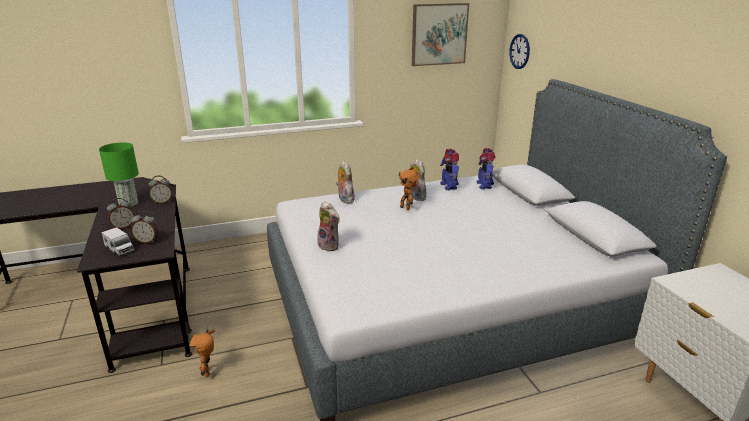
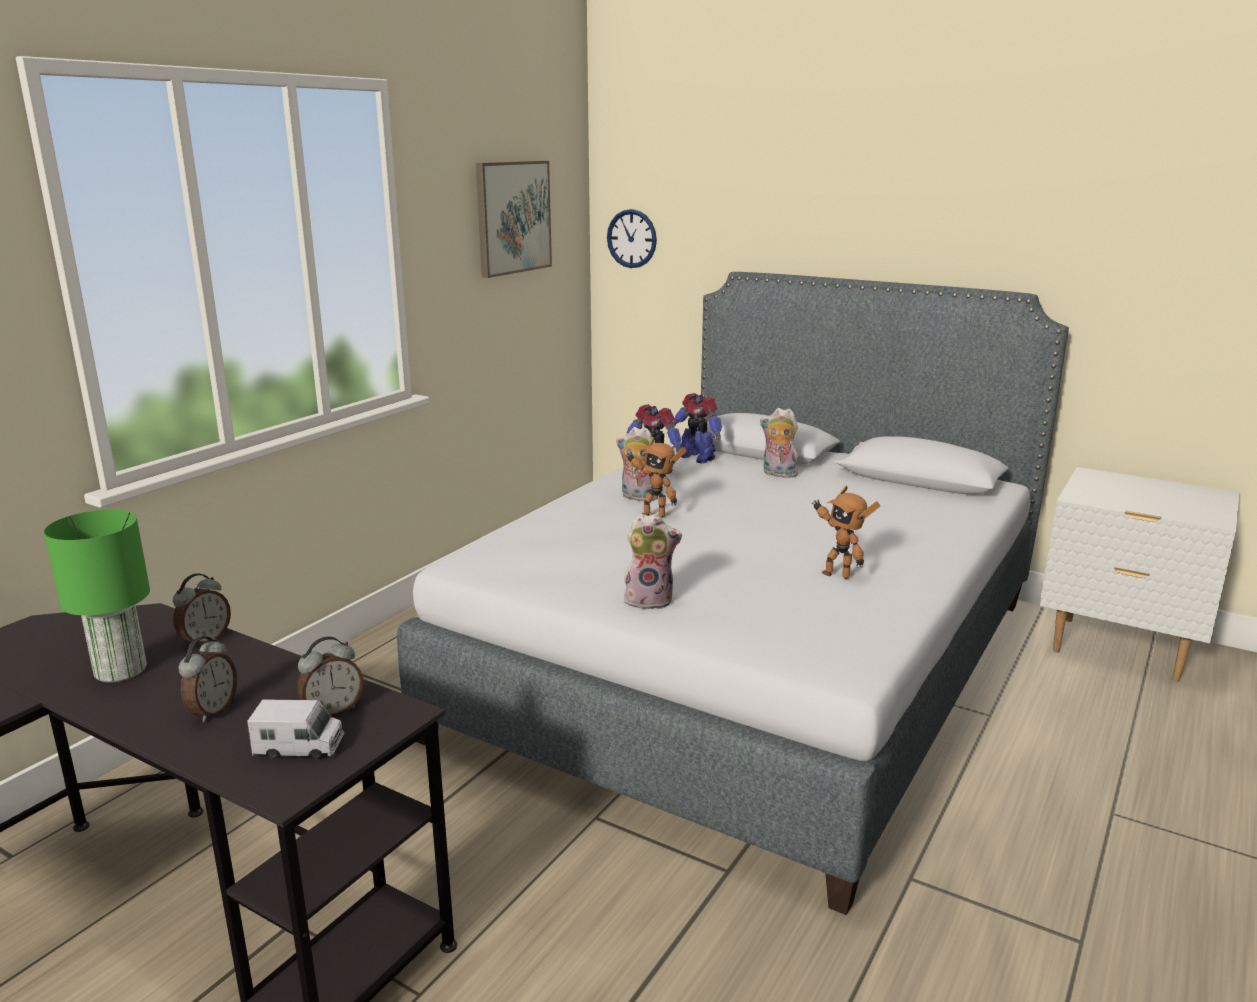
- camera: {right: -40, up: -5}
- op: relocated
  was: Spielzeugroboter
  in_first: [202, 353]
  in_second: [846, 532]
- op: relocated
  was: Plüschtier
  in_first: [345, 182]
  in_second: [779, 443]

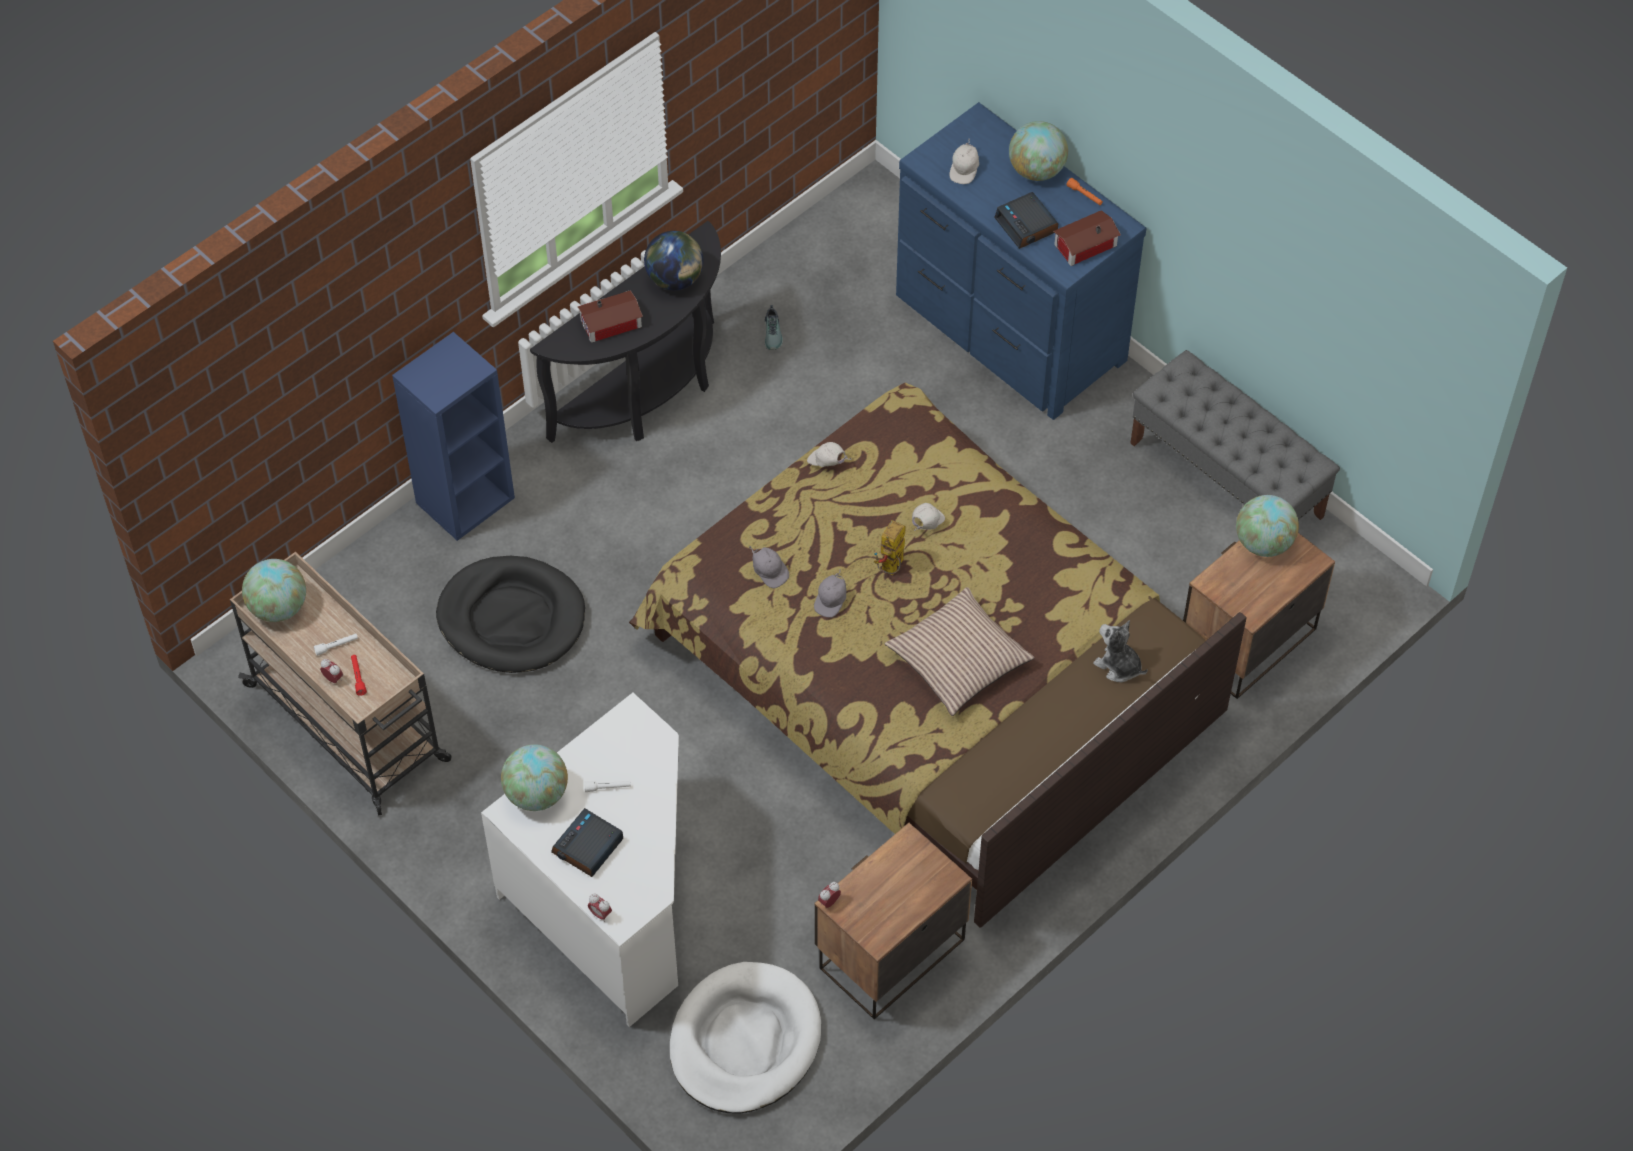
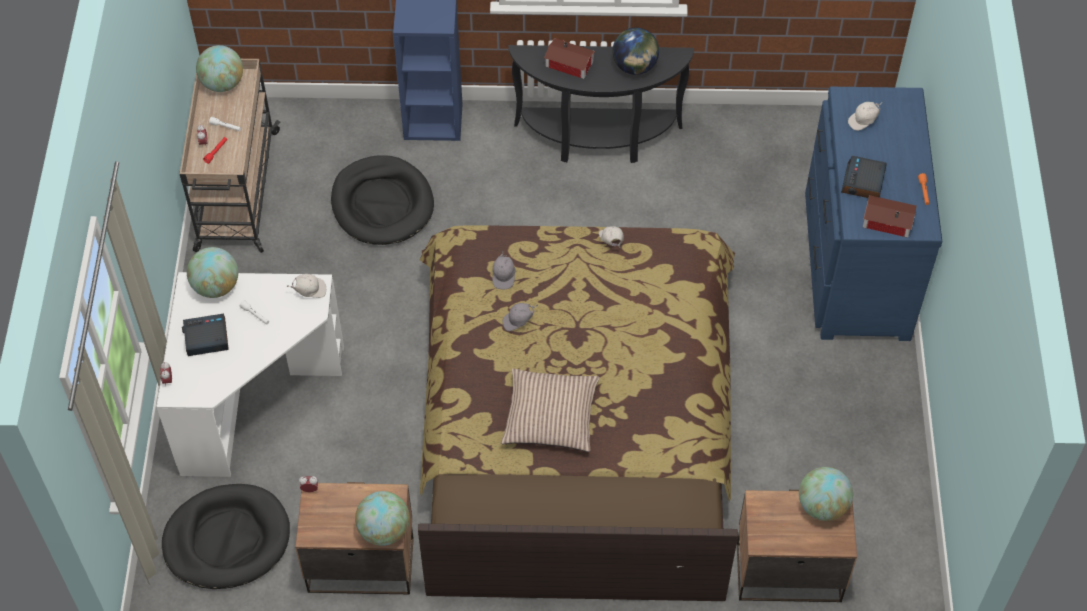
- camera: {right: 45, up: 0}
- op: colour
  was: Hundebett (weiß)
  now: Hundebett (schwarz)
  in_first: [745, 1037]
  in_second: [226, 536]
- op: missing
  was: Schuh
  in_first: [774, 327]
- op: missing
  was: Spielzeugroboter
  in_first: [890, 547]
- op: relocated
  was: Kappe (weiß)
  in_first: [928, 517]
  in_second: [306, 286]
- op: relocated
  was: Globus
  in_first: [1038, 151]
  in_second: [382, 518]
- op: missing
  was: Plüschtier
  in_first: [1120, 651]
- op: missing
  was: Bank (grau)
  in_first: [1235, 435]

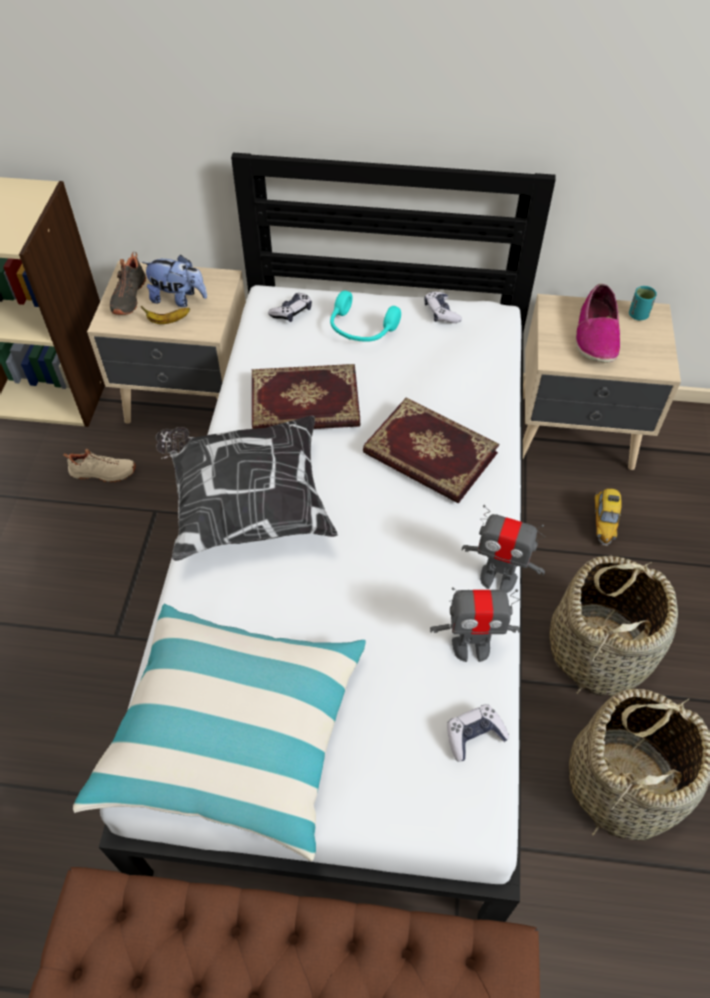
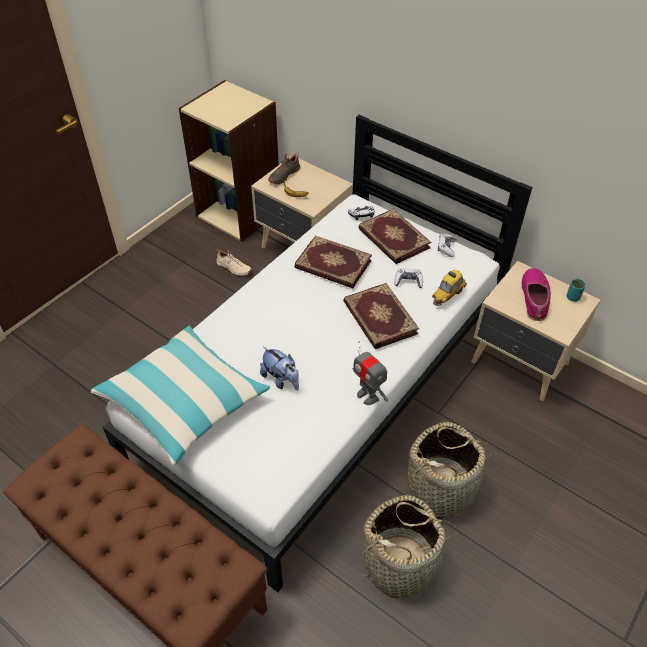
- camera: {right: 30, up: -5}
- op: relocated
  was: Plüschtier
  in_first: [174, 281]
  in_second: [279, 368]
- op: missing
  was: Kissen
  in_first: [247, 488]
- op: exchanged
  was: Kopfhörer (türkis)
  now: Buch
  in_first: [365, 316]
  in_second: [394, 236]
- op: missing
  was: Spielzeugroboter
  in_first: [475, 624]
- op: relocated
  was: Gamepad
  in_first: [478, 733]
  in_second: [408, 278]
- op: spun
  was: Schuh
  in_first: [597, 323]
  in_second: [536, 294]
  clockwise: 150
- op: relocated
  was: Spielzeugauto
  in_first: [608, 517]
  in_second: [449, 288]

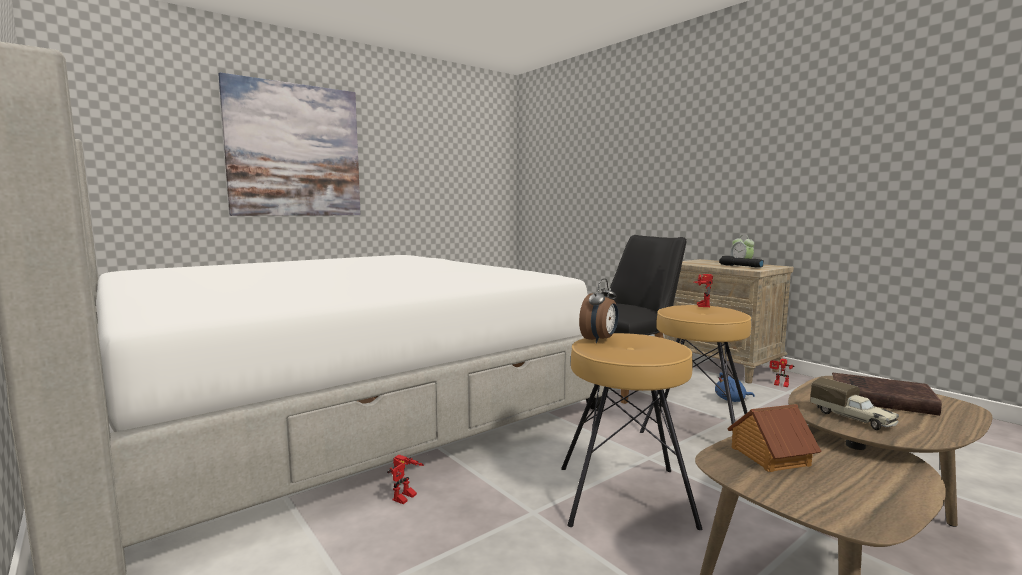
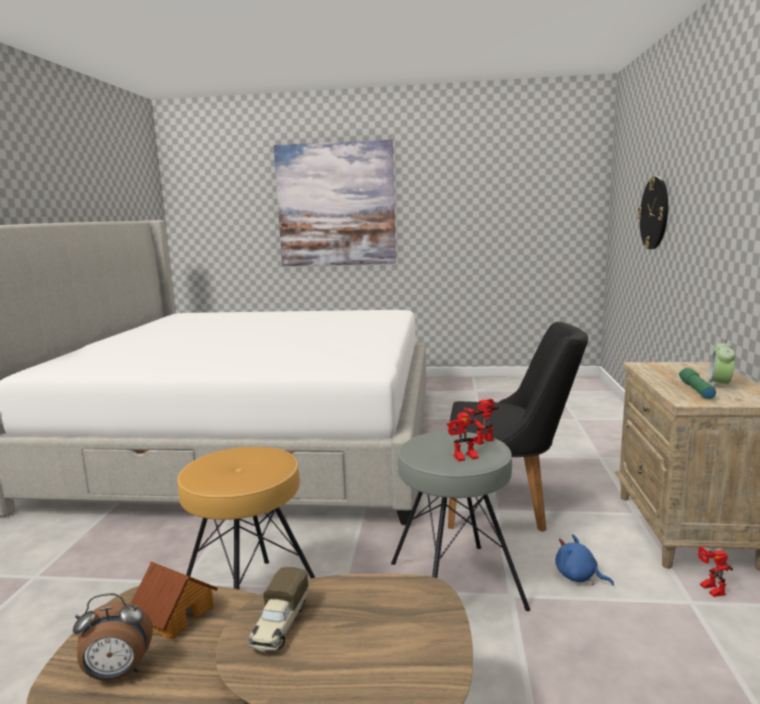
- camera: {right: 45, up: 5}
- op: relocated
  was: Spielzeugroboter
  in_first: [405, 479]
  in_second: [466, 436]
- op: relocated
  was: Wecker
  in_first: [598, 310]
  in_second: [113, 637]
- op: colour
  was: Hocker (braun)
  now: Hocker (grau)
  in_first: [695, 369]
  in_second: [460, 521]
- op: colour
  was: Taschenlampe (schwarz)
  now: Taschenlampe (grün)
  in_first: [741, 262]
  in_second: [697, 383]
- op: missing
  was: Buch (braun)
  in_first: [887, 394]
- op: appeared
  now: Wanduhr
  in_second: [652, 213]

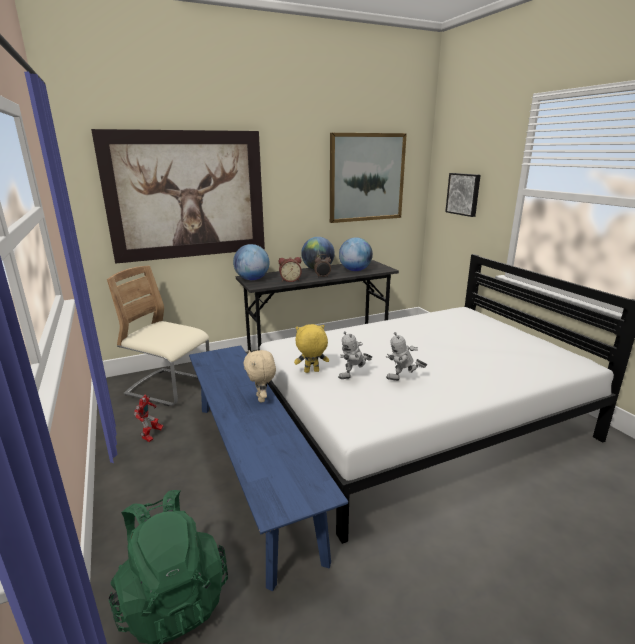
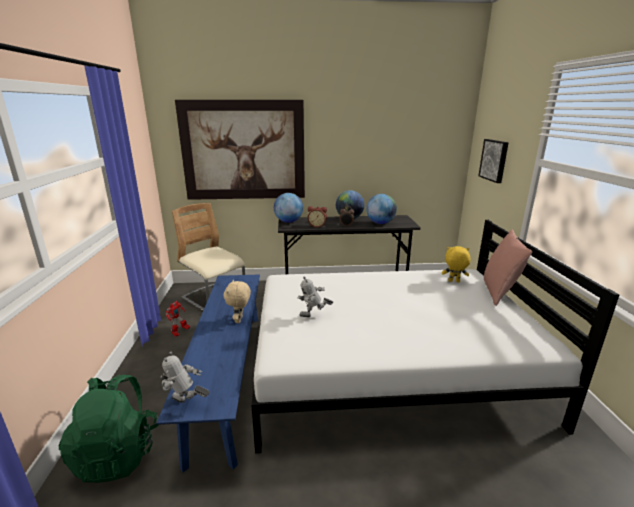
- camera: {right: 20, up: 0}
- op: relocated
  was: Plüschtier (gelb)
  in_first: [311, 348]
  in_second: [456, 264]
- op: missing
  was: Bild
  in_first: [368, 178]
- op: relocated
  was: Spielzeugroboter
  in_first: [406, 356]
  in_second: [185, 377]
- op: appeared
  now: Kissen (rosa)
  in_second: [508, 267]

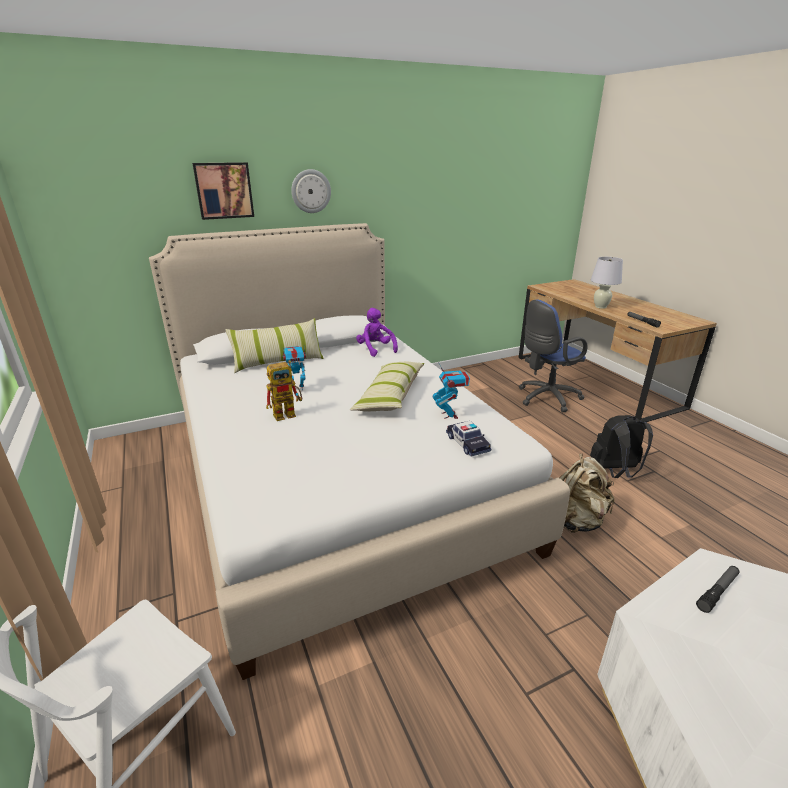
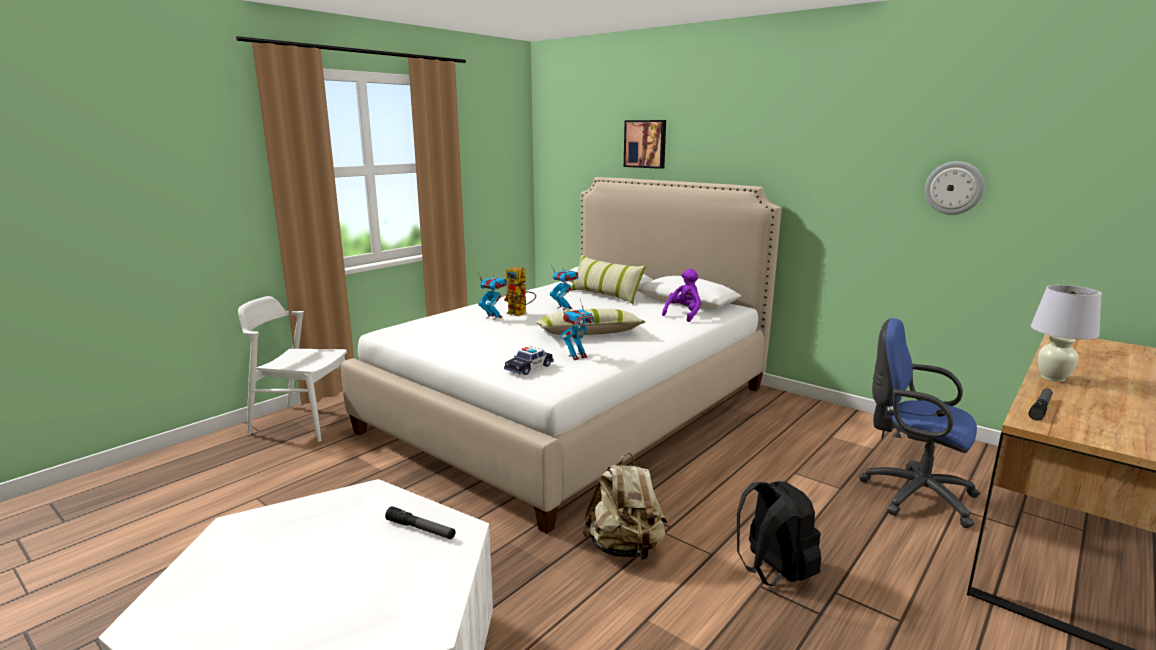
- camera: {right: 65, up: -10}
- op: relocated
  was: Wanduhr
  in_first: [311, 191]
  in_second: [954, 188]
- op: appeared
  now: Spielzeugroboter
  in_second: [492, 296]

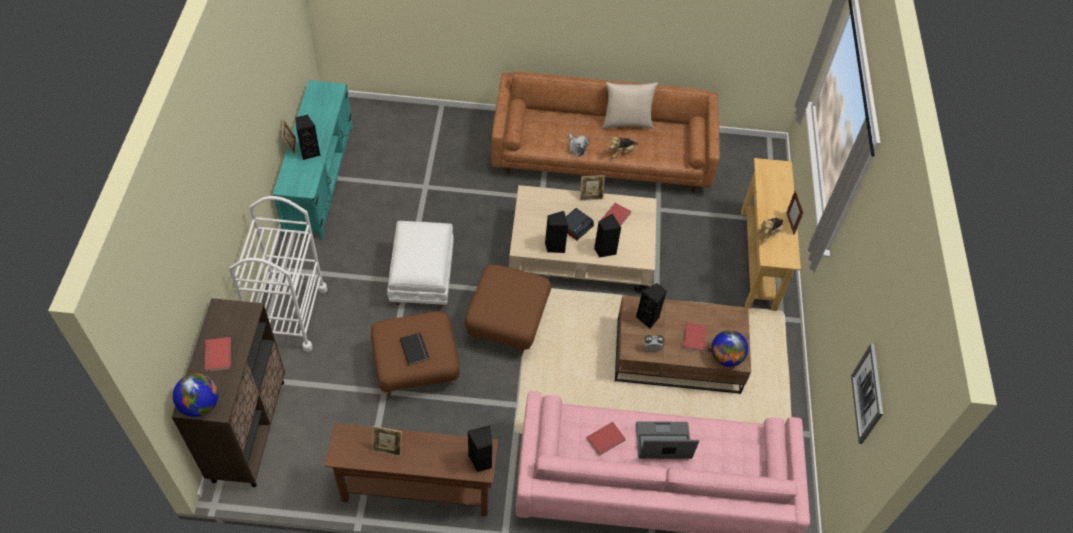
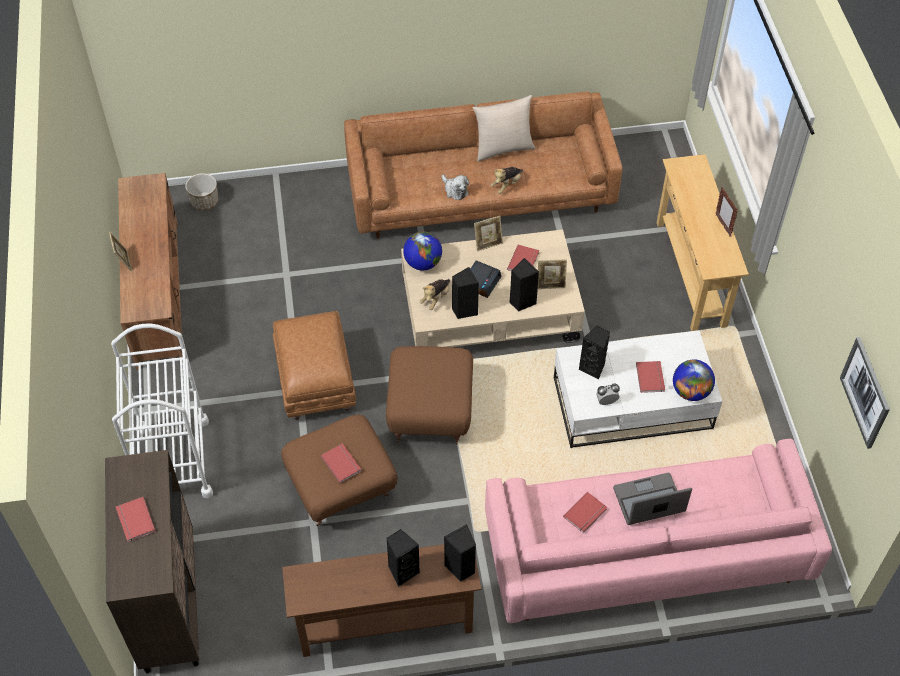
- camera: {right: -10, up: 0}
- op: relocated
  was: Globus
  in_first: [195, 395]
  in_second: [422, 251]
- op: colour
  was: Fernsehschrank (türkis)
  now: Fernsehschrank (braun)
  in_first: [313, 160]
  in_second: [150, 271]
- op: relocated
  was: Lautsprecher (schwarz)
  in_first: [308, 137]
  in_second: [403, 558]
- op: relocated
  was: Bilderrahmen
  in_first: [387, 441]
  in_second: [552, 274]
- op: colour
  was: Polsterhocker (weiß)
  now: Polsterhocker (braun)
  in_first: [420, 264]
  in_second: [314, 365]
- op: colour
  was: Buch (schwarz)
  now: Buch (rot)
  in_first: [414, 348]
  in_second: [341, 463]
- op: colour
  was: Couchtisch (braun)
  now: Couchtisch (weiß)
  in_first: [683, 344]
  in_second: [638, 389]
- op: relocated
  was: Plüschtier
  in_first: [769, 230]
  in_second: [435, 294]
- op: appeared
  now: Pflanzkübel
  in_second: [201, 192]

